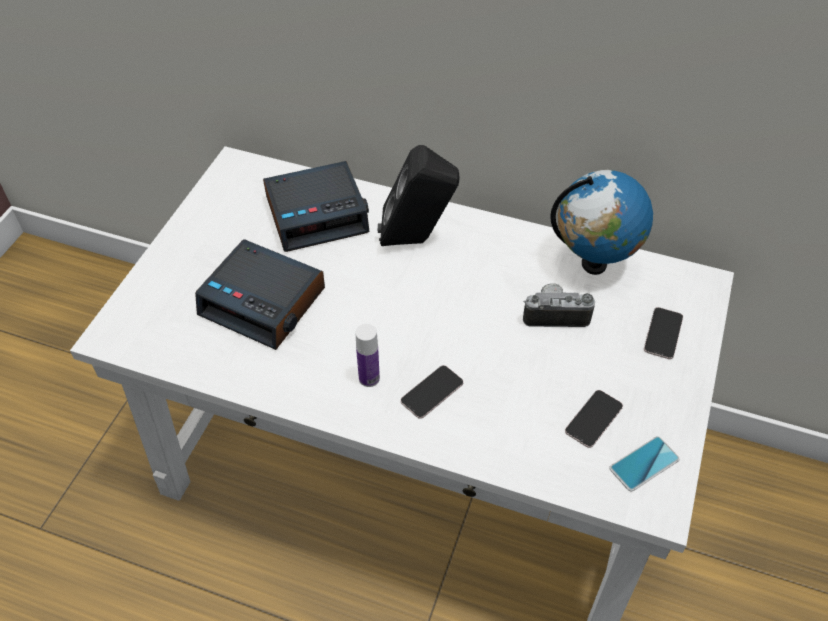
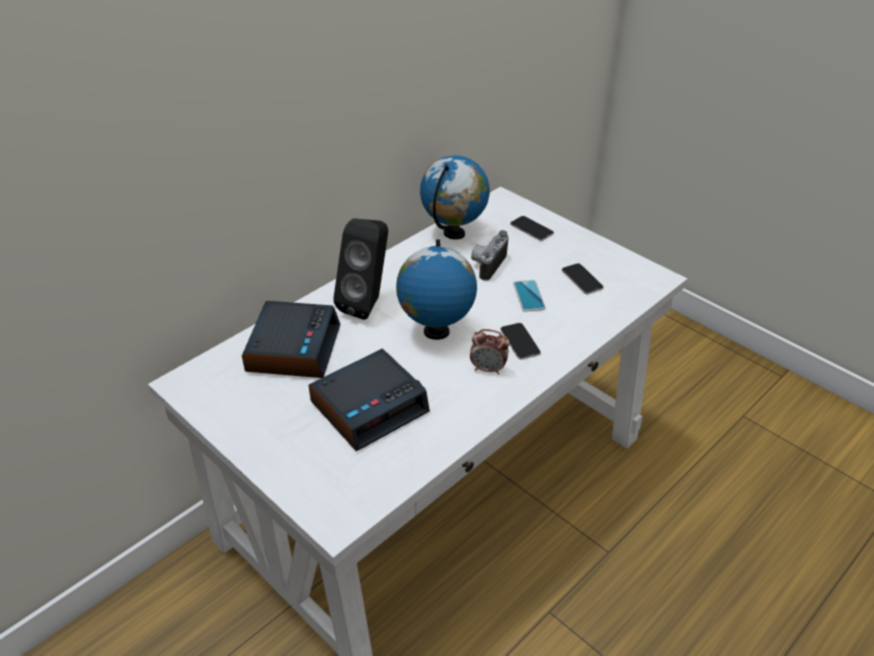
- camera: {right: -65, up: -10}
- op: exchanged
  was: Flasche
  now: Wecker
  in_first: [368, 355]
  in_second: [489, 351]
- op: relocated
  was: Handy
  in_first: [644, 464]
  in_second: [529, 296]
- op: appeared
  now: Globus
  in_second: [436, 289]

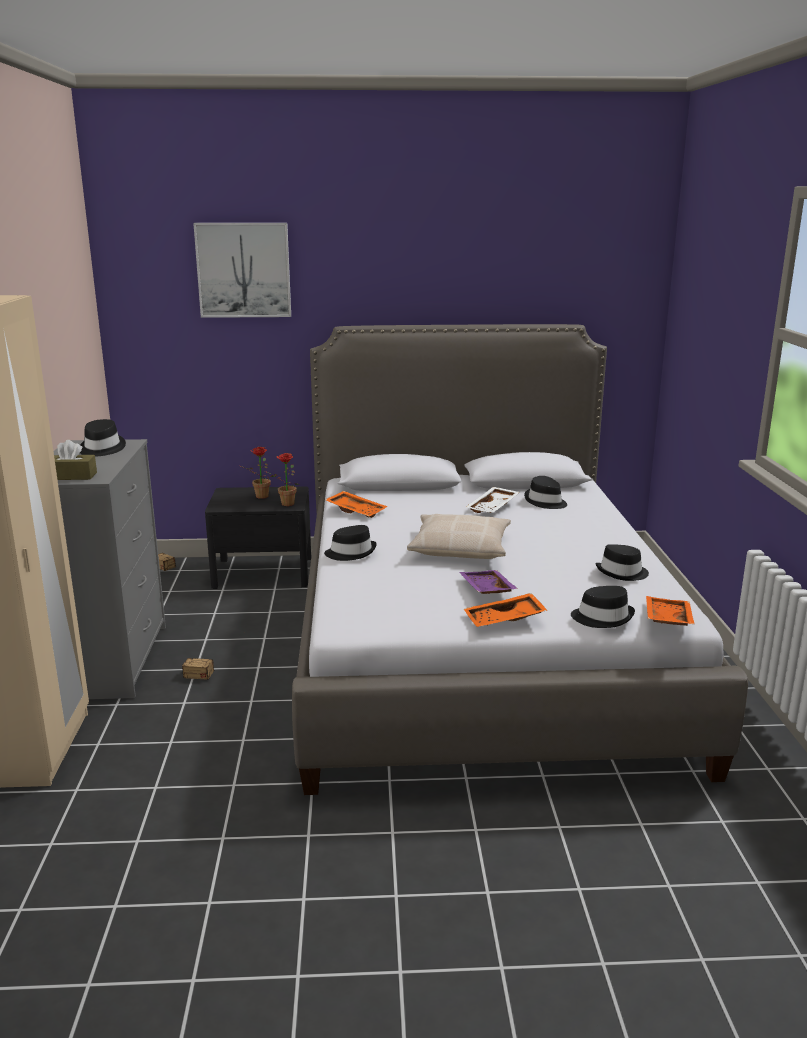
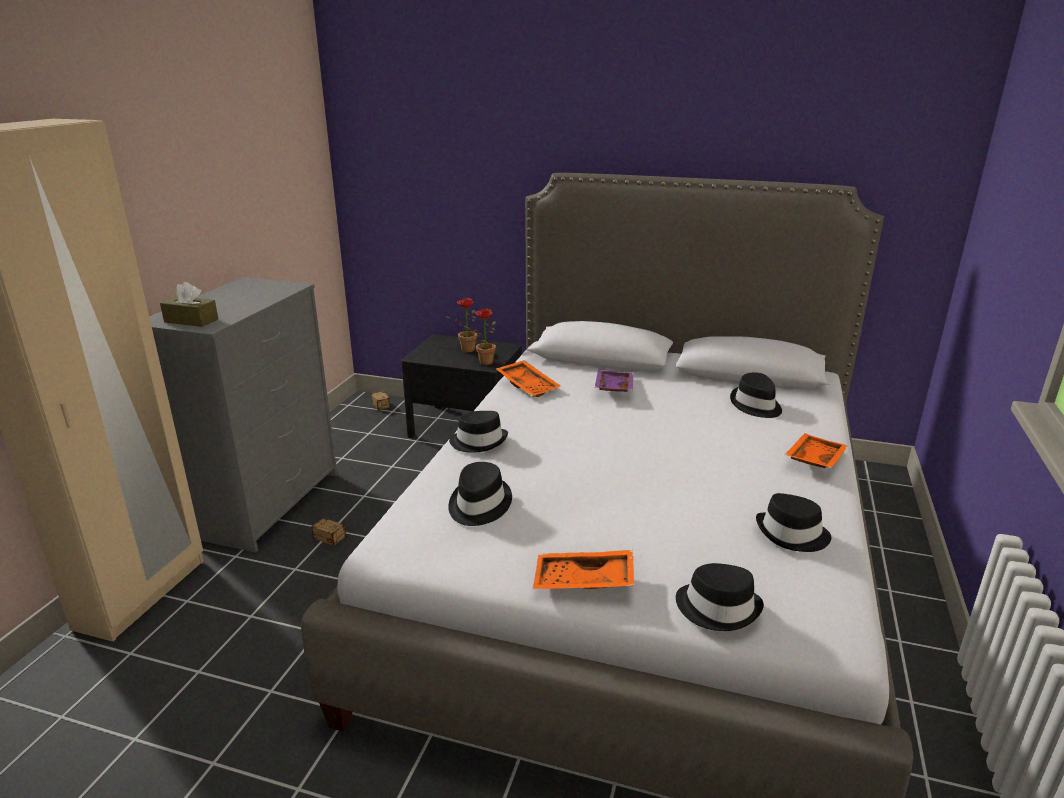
- camera: {right: 20, up: 5}
- op: relocated
  was: Hut (schwarz)
  in_first: [103, 438]
  in_second: [480, 494]
- op: missing
  was: Bild
  in_first: [242, 270]
- op: missing
  was: Kissen (beige)
  in_first: [459, 536]
- op: relocated
  was: Tablett (lila)
  in_first: [488, 582]
  in_second: [614, 381]
- op: missing
  was: Tablett (weiß)
  in_first: [493, 500]
- op: relocated
  was: Tablett (orange)
  in_first: [670, 611]
  in_second: [816, 450]

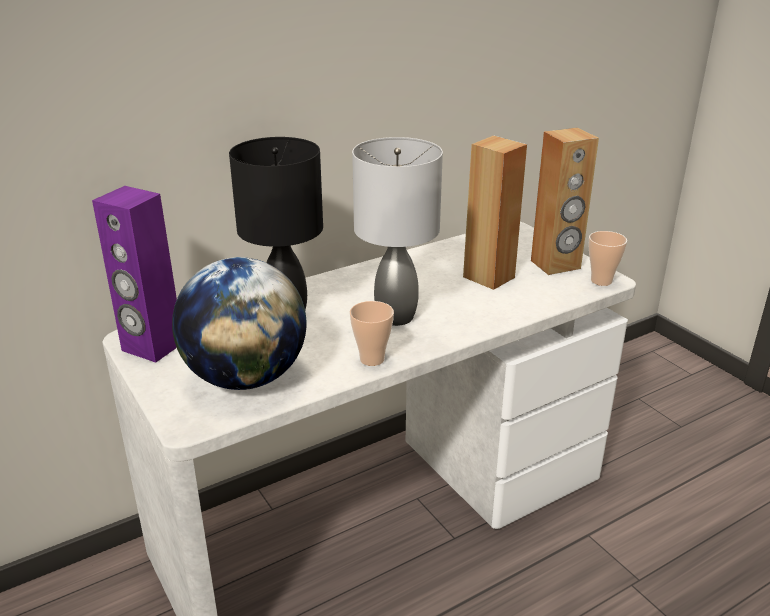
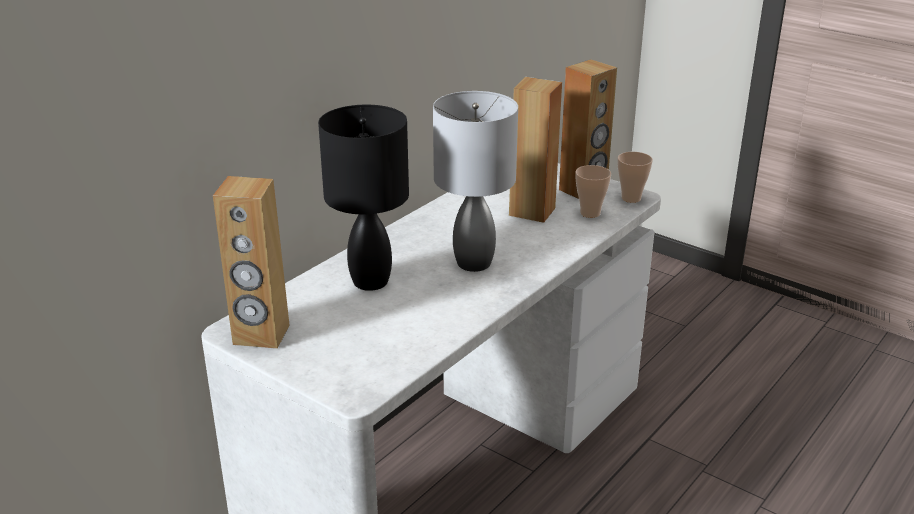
- camera: {right: -20, up: 0}
- op: colour
  was: Lautsprecher (lila)
  now: Lautsprecher (braun)
  in_first: [134, 274]
  in_second: [251, 262]
- op: missing
  was: Globus
  in_first: [239, 323]
- op: relocated
  was: Tasse
  in_first: [372, 333]
  in_second: [593, 191]

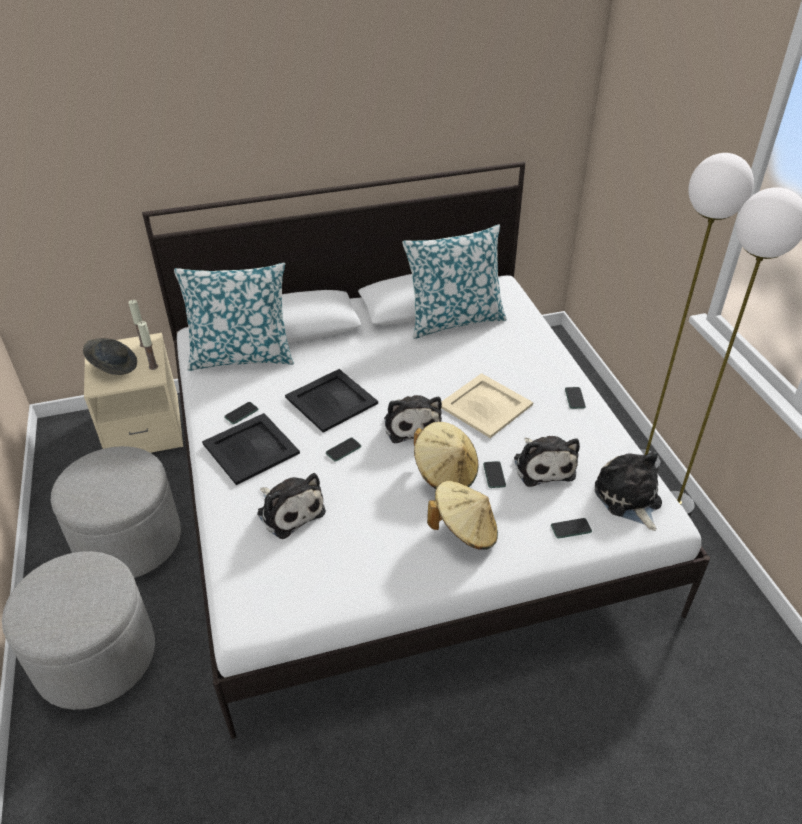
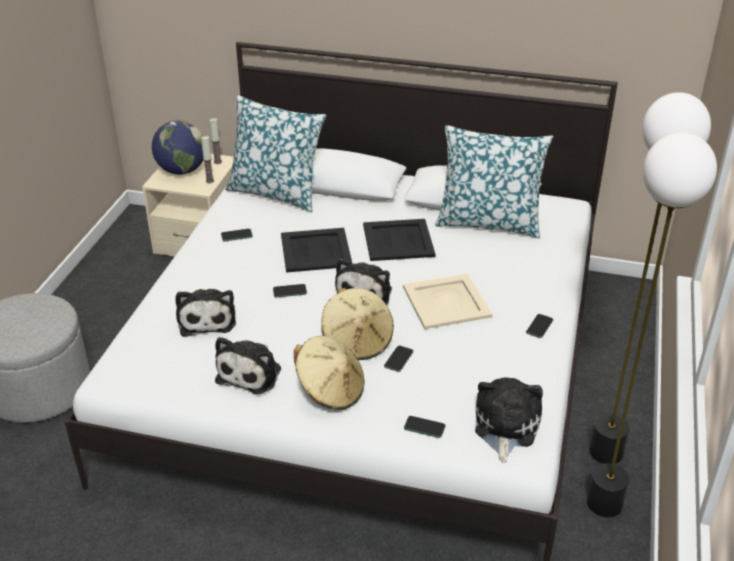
- camera: {right: 30, up: -5}
- op: missing
  was: Polsterhocker (grau)
  in_first: [116, 512]
- op: exchanged
  was: Hut (grau)
  now: Globus
  in_first: [110, 356]
  in_second: [177, 147]
- op: relocated
  was: Tablett (schwarz)
  in_first: [251, 449]
  in_second: [399, 240]
- op: relocated
  was: Plüschtier
  in_first: [547, 461]
  in_second: [248, 365]

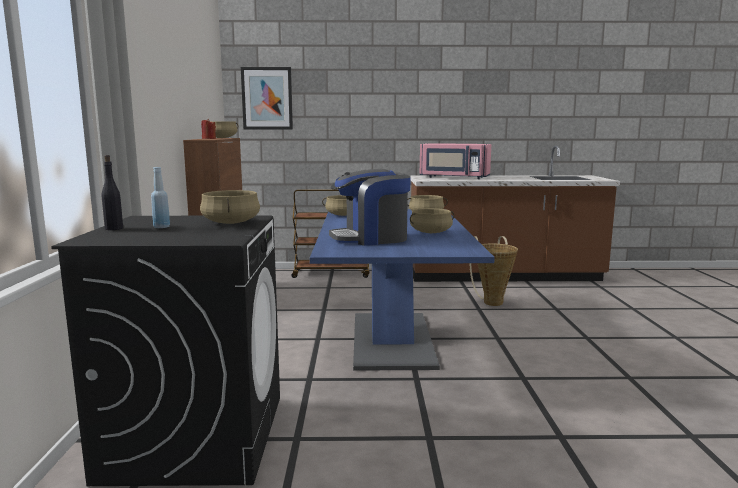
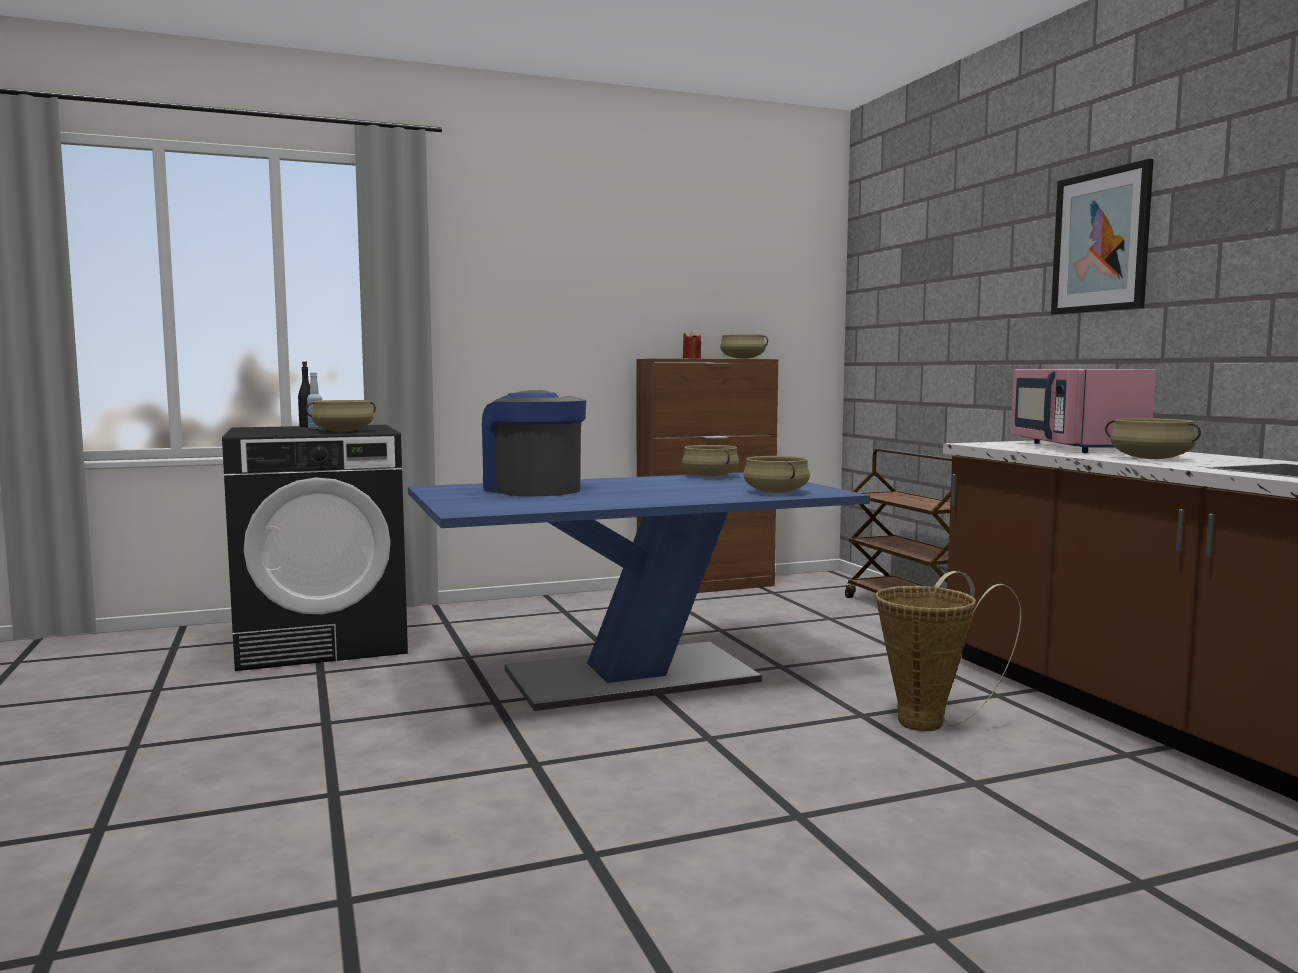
- camera: {right: 70, up: -5}
- op: relocated
  was: Bild
  in_first: [267, 98]
  in_second: [1102, 237]
- op: relocated
  was: Kochtopf (beige)
  in_first: [432, 220]
  in_second: [1153, 438]

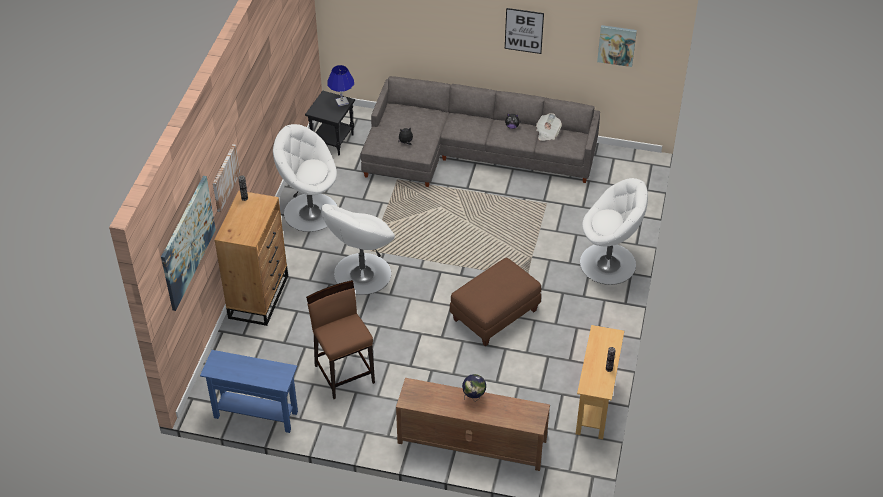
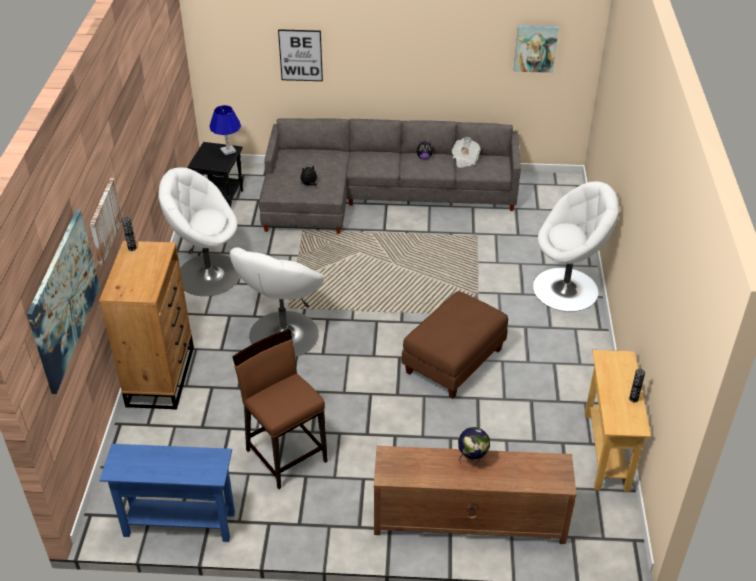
- camera: {right: -10, up: -5}
- op: relocated
  was: Bild
  in_first: [524, 31]
  in_second: [300, 55]

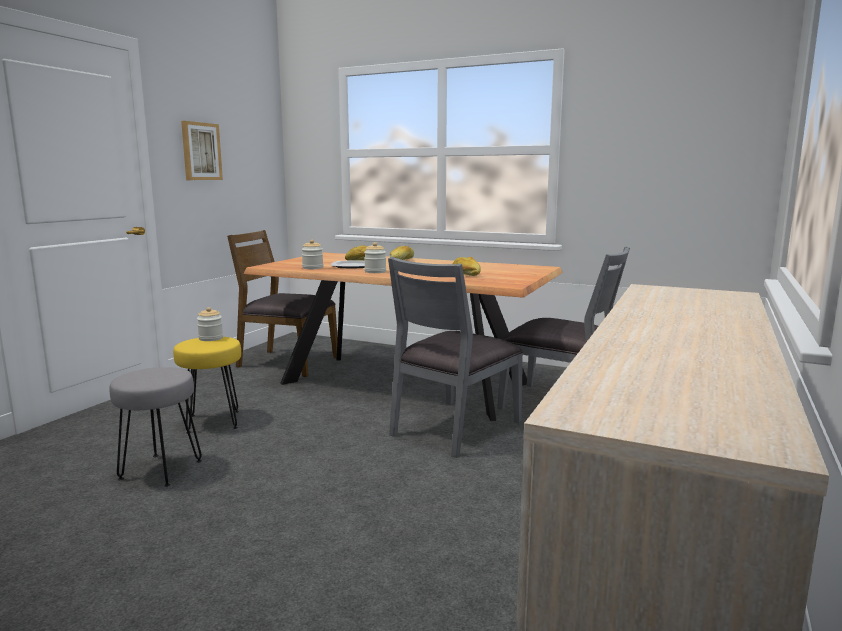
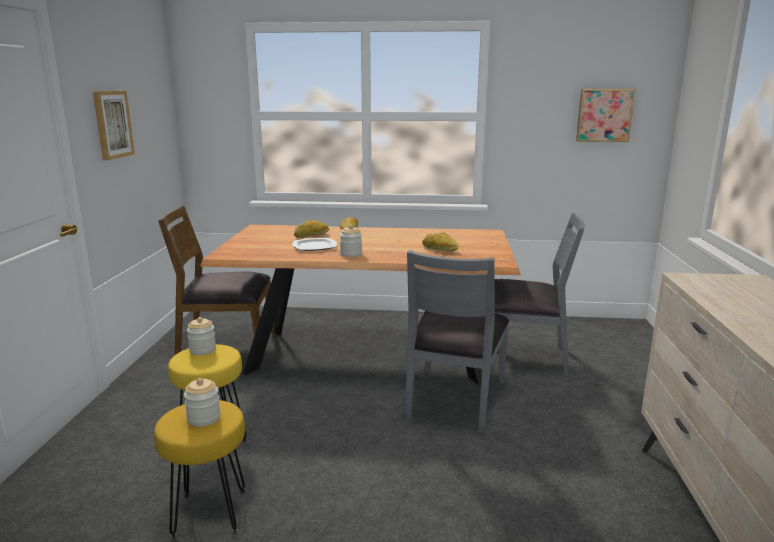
- camera: {right: -20, up: 5}
- op: colour
  was: Hocker (grau)
  now: Hocker (gelb)
  in_first: [155, 427]
  in_second: [199, 469]
- op: relocated
  was: Vorratsglas
  in_first: [312, 254]
  in_second: [202, 402]
- op: appeared
  now: Bild
  in_second: [605, 115]

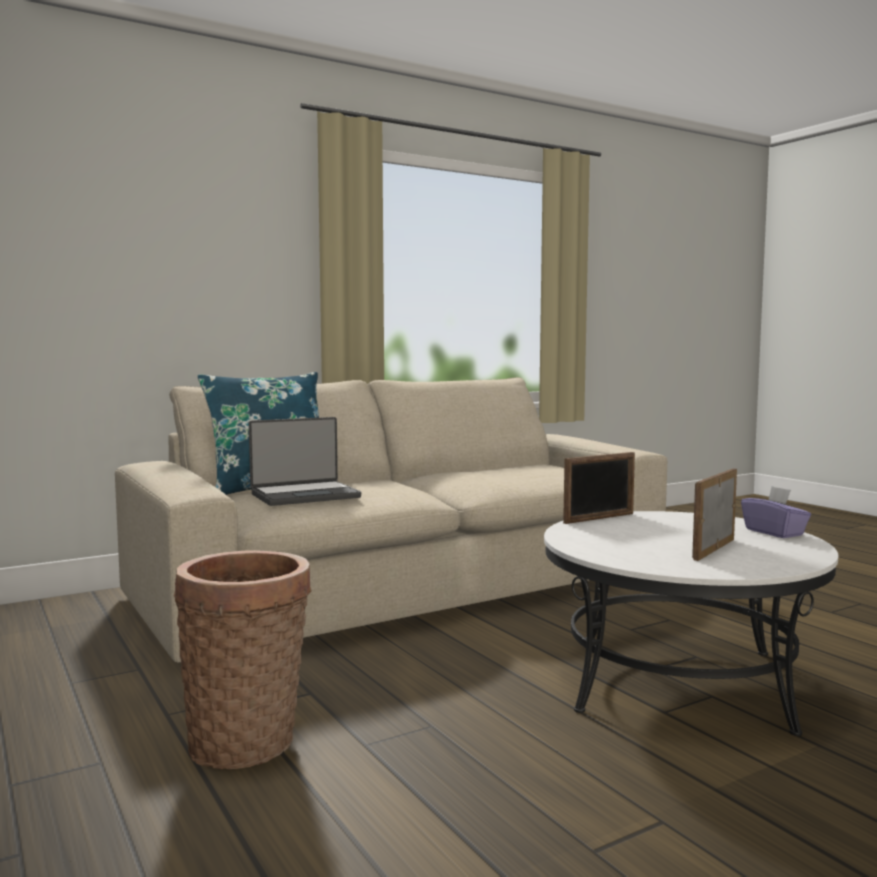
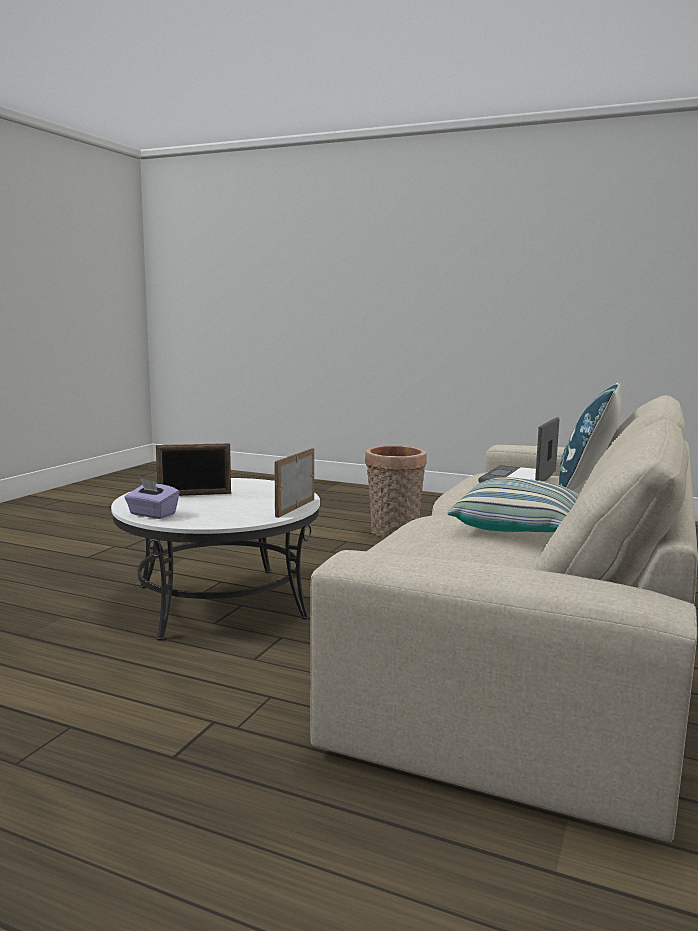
- camera: {right: 145, up: 5}
- op: spun
  was: Bilderrahmen
  in_first: [714, 515]
  in_second: [193, 469]
  clockwise: 75
- op: appeared
  now: Kissen
  in_second: [514, 504]

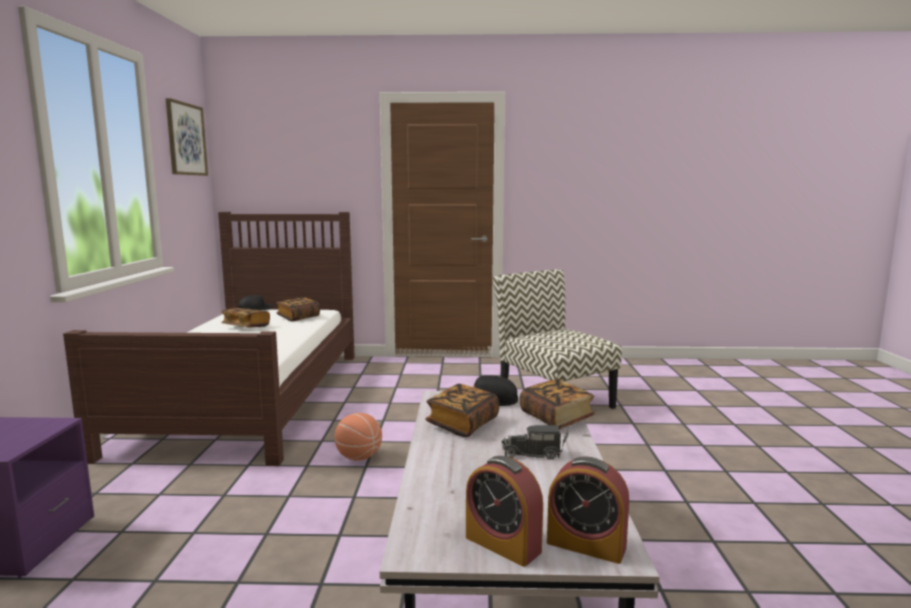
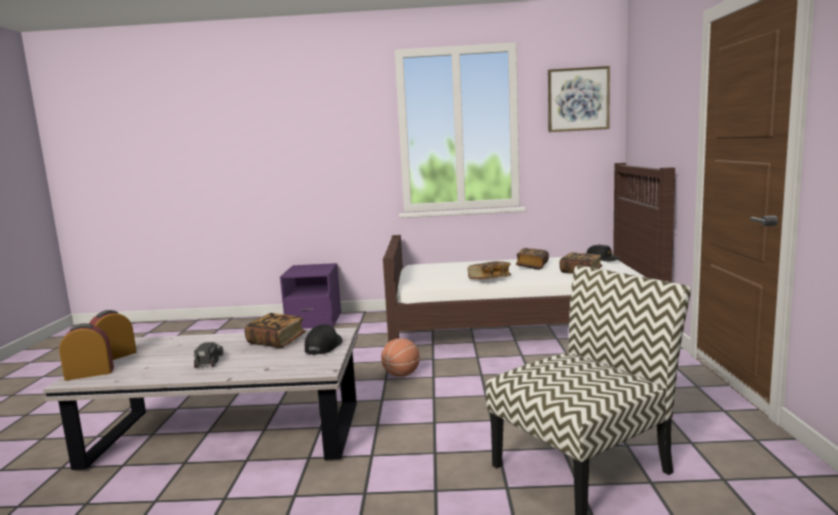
- camera: {right: 90, up: 0}
- op: relocated
  was: Buch
  in_first: [557, 404]
  in_second: [489, 270]
- op: spun
  was: Wecker
  in_first: [588, 510]
  in_second: [86, 352]
  clockwise: 45

